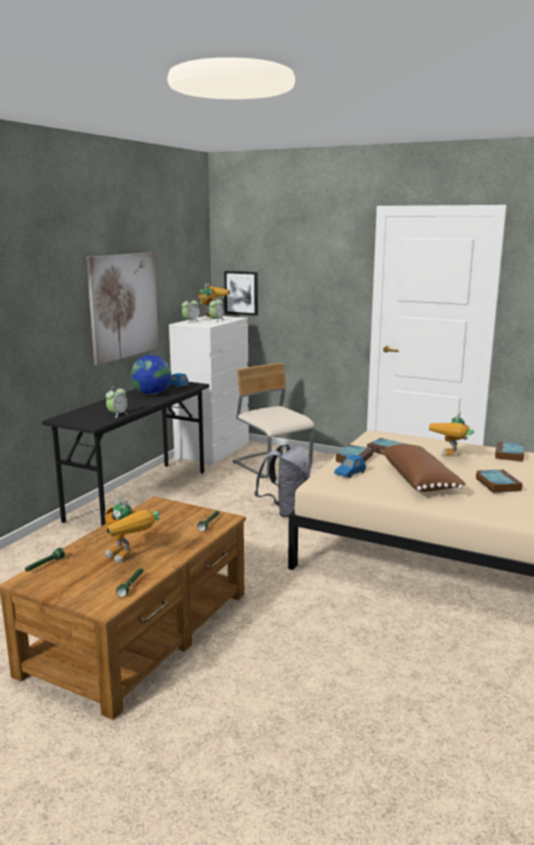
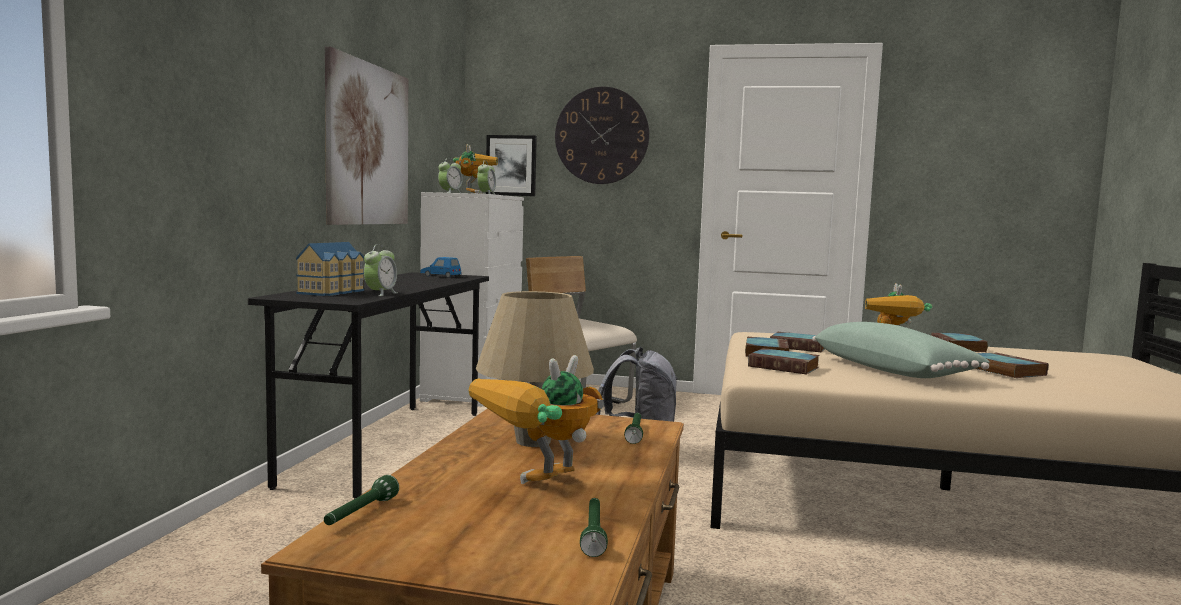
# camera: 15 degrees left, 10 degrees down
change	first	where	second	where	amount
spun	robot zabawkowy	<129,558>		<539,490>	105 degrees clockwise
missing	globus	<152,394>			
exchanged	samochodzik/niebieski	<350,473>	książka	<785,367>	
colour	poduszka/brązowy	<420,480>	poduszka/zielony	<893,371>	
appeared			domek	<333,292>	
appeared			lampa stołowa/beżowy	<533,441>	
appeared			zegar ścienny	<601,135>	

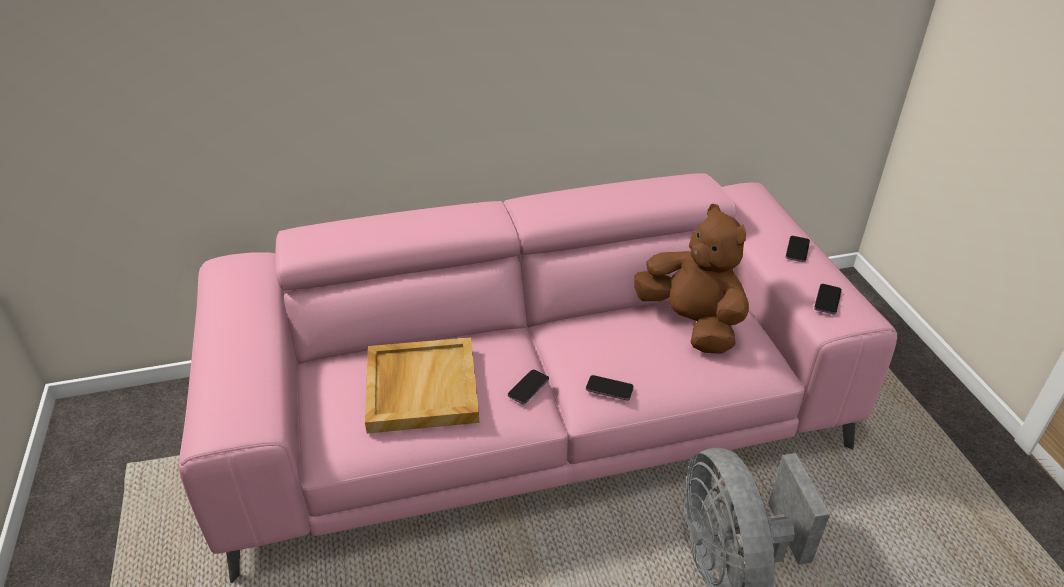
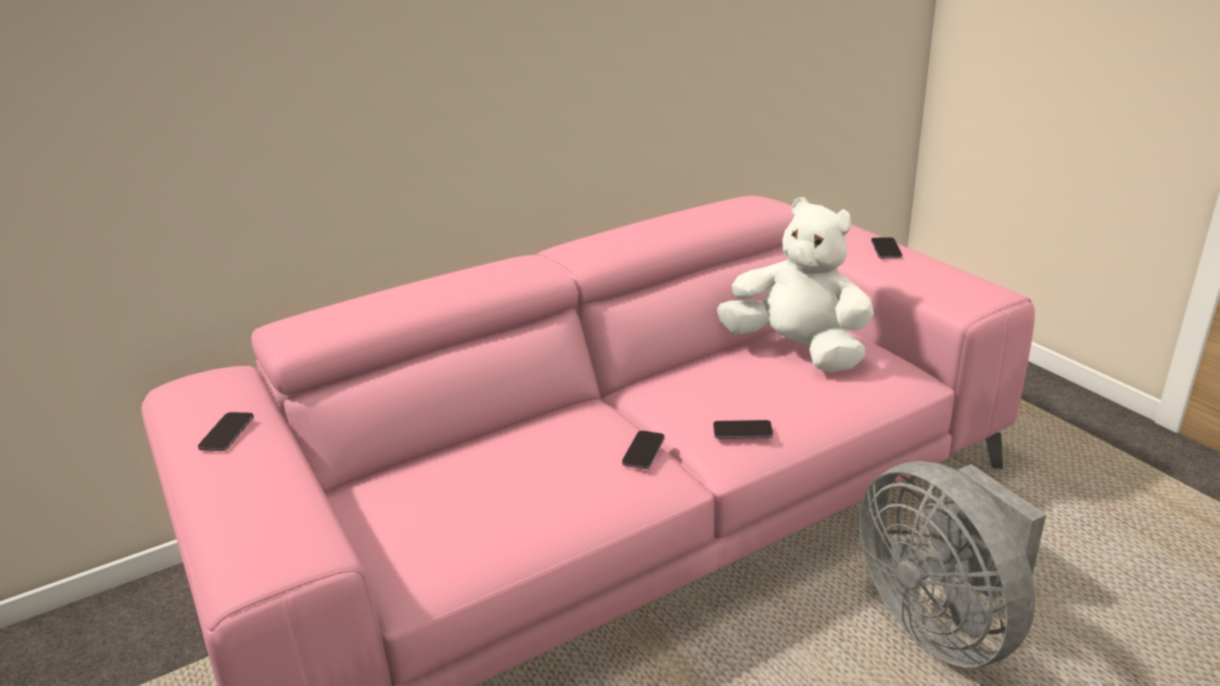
# camera: 15 degrees left, 10 degrees down
change	first	where	second	where	amount
missing	taca/beżowy	<421,387>			
colour	pluszak/brązowy	<691,323>	pluszak/biały	<797,350>	
relocated	telefon	<827,300>		<227,433>	

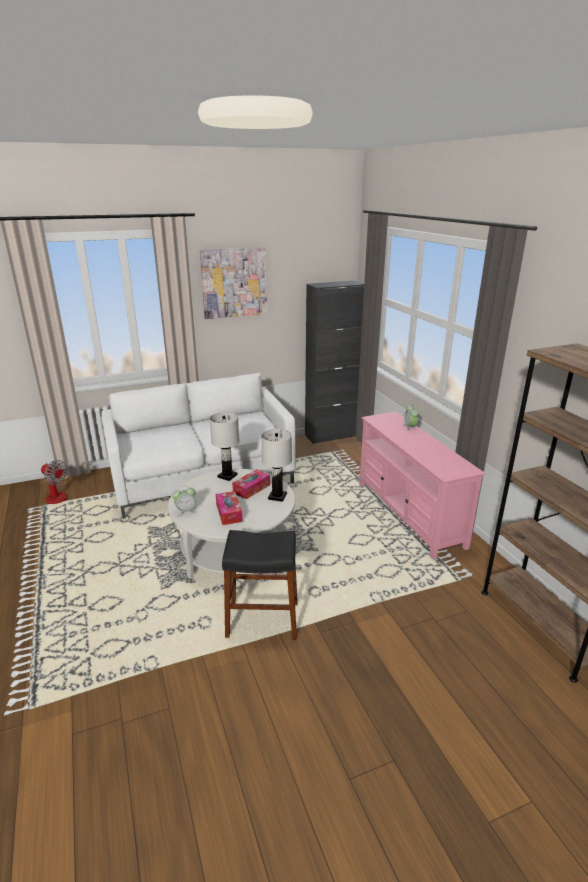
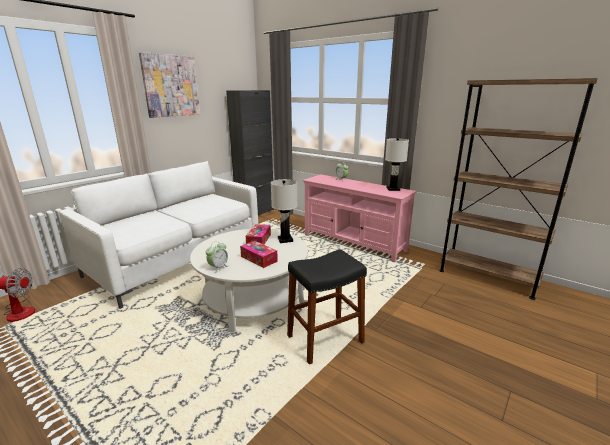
# camera: 30 degrees left, 5 degrees down
change	first	where	second	where	amount
relocated	lampa stołowa/biały	<227,476>		<392,189>	

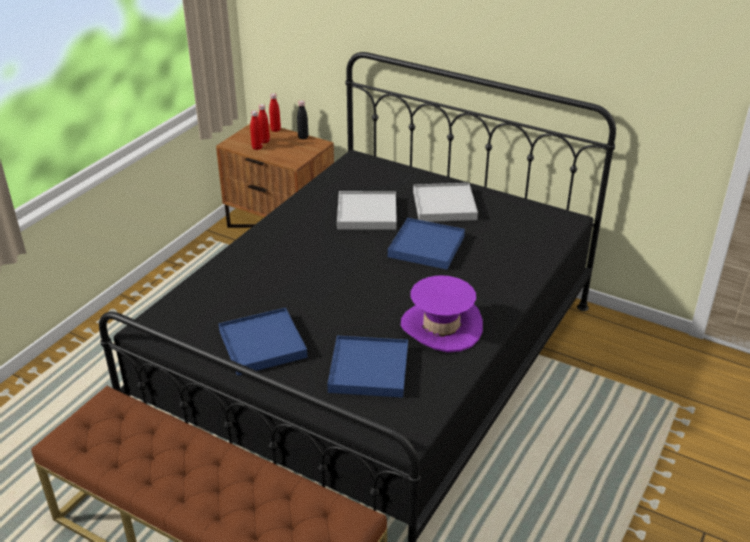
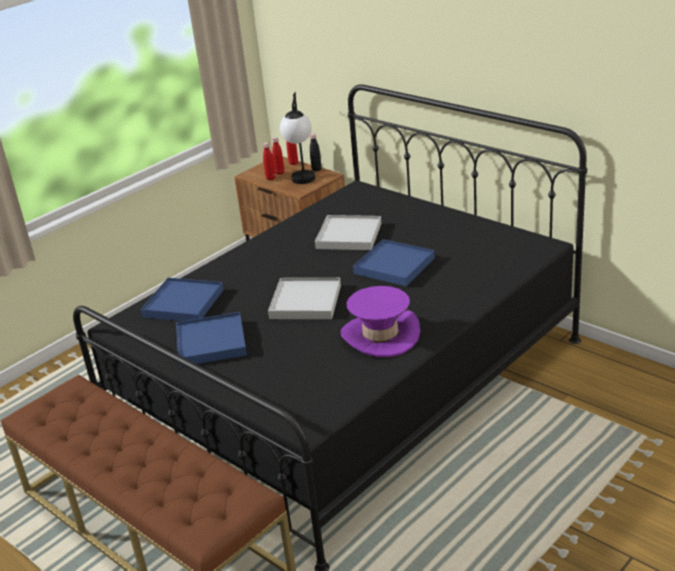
# camera: 15 degrees right, 5 degrees down
change	first	where	second	where	amount
relocated	taca/niebieski	<369,369>		<183,303>	
relocated	taca/biały	<444,205>		<306,302>	
appeared			lampa stołowa	<303,183>	

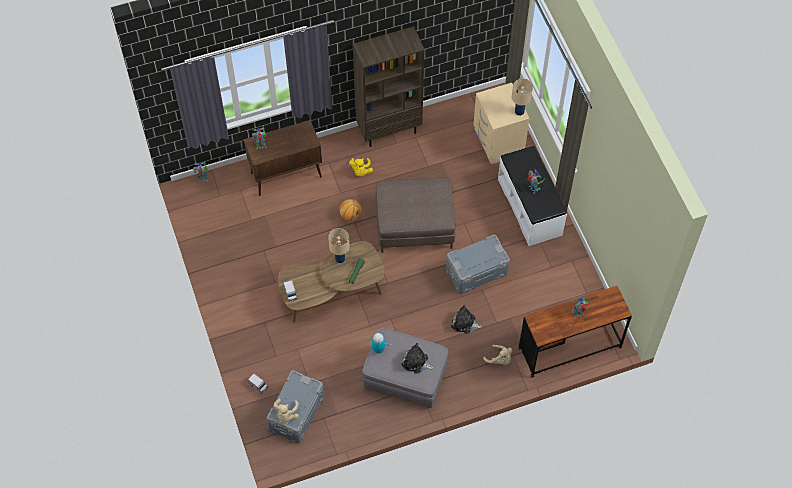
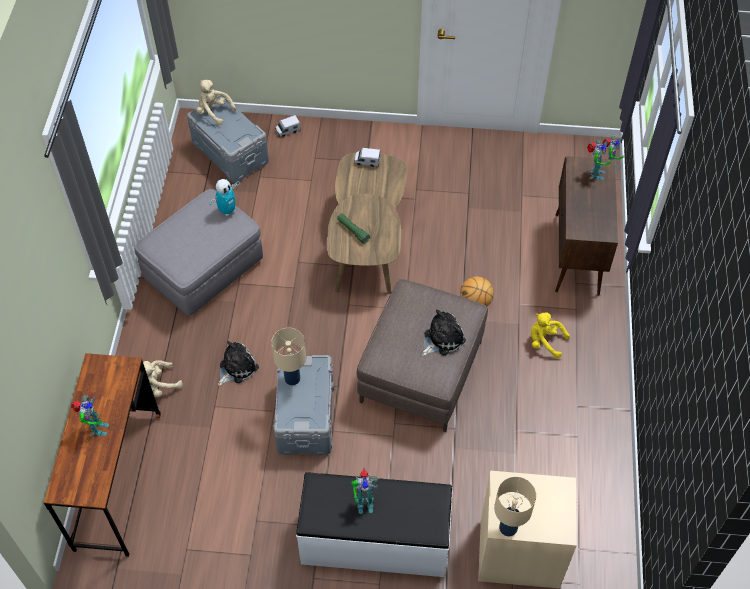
# camera: 115 degrees right, 5 degrees down
change	first	where	second	where	amount
relocated	lampa stołowa/beżowy	<339,259>		<292,378>	
missing	regał/brązowy	<389,130>			
relocated	pluszak	<416,362>		<442,338>	

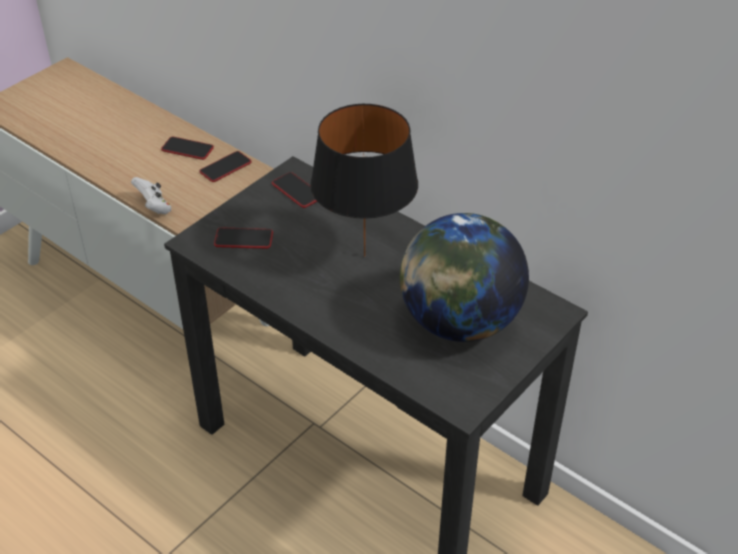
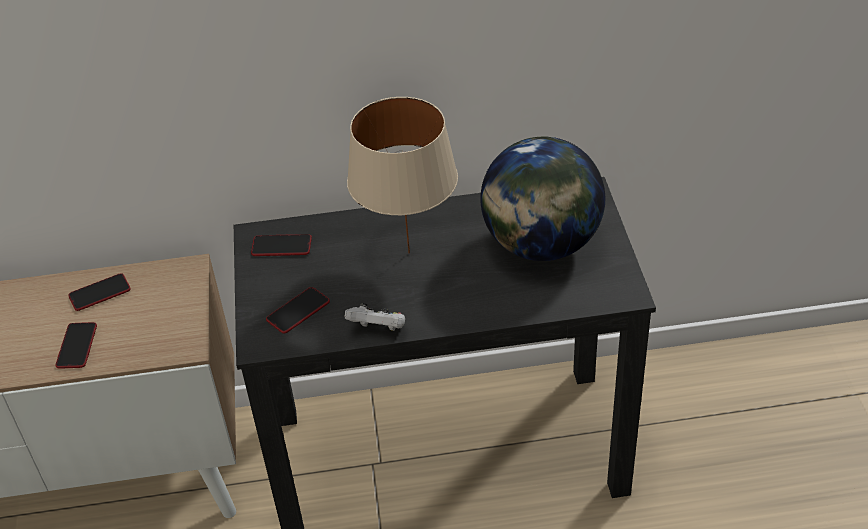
# camera: 45 degrees left, 0 degrees up
change	first	where	second	where	amount
relocated	pad do gier/biały	<154,207>		<378,329>	
relocated	telefon	<225,167>		<77,346>	
colour	lampa stołowa/czarny	<363,255>	lampa stołowa/beżowy	<407,253>	

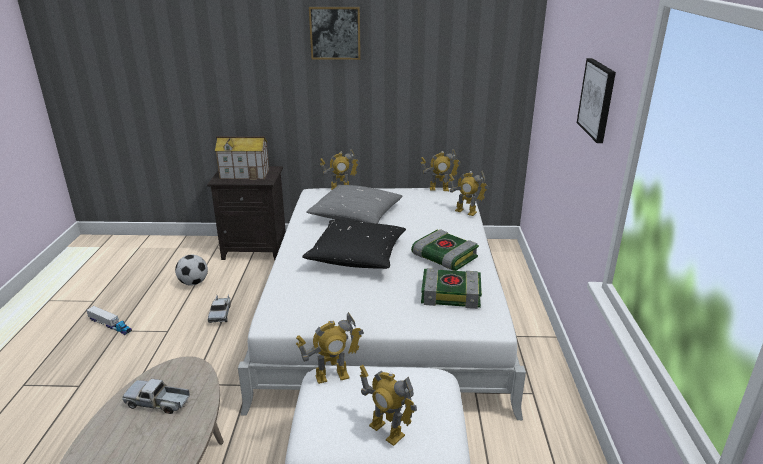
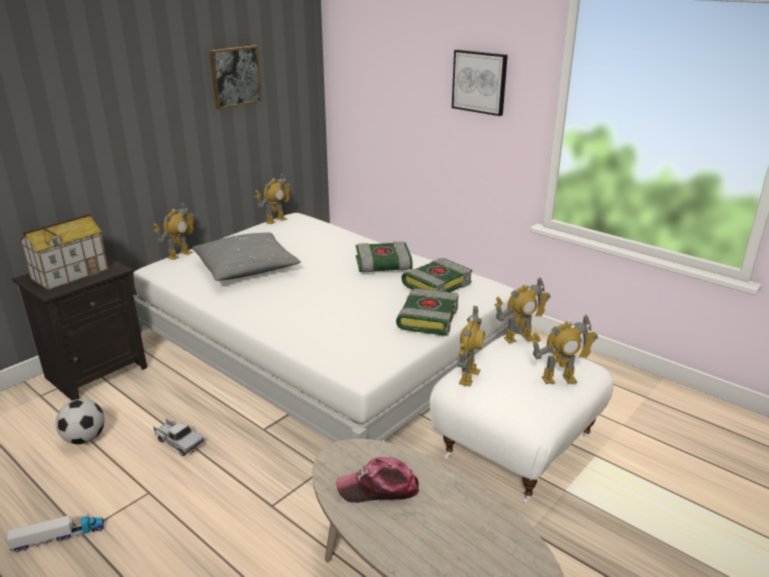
# camera: 50 degrees left, 0 degrees up
change	first	where	second	where	amount
exchanged	ciężarówka zabawkowa	<158,402>	czapka z daszkiem	<378,488>	
missing	poduszka/czarny	<357,255>			
relocated	obraz	<335,33>		<235,76>	
relocated	robot zabawkowy	<465,211>		<519,338>	
appeared			książka	<427,318>	

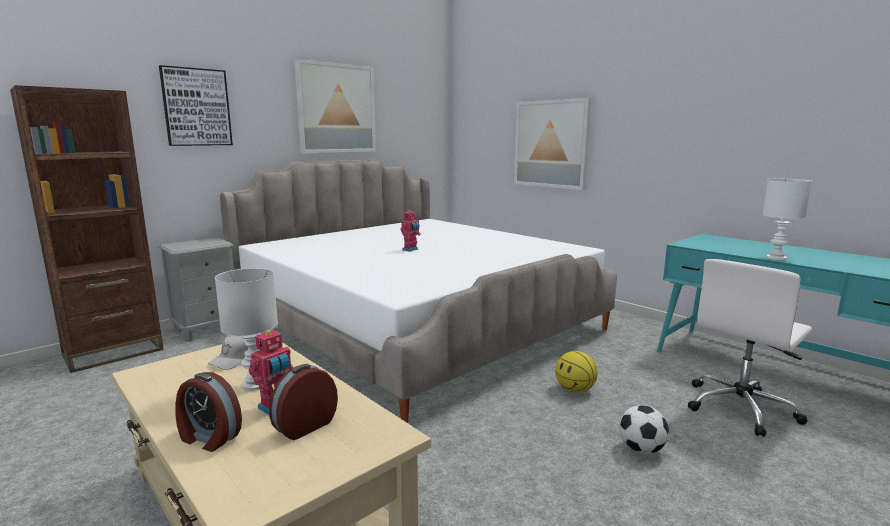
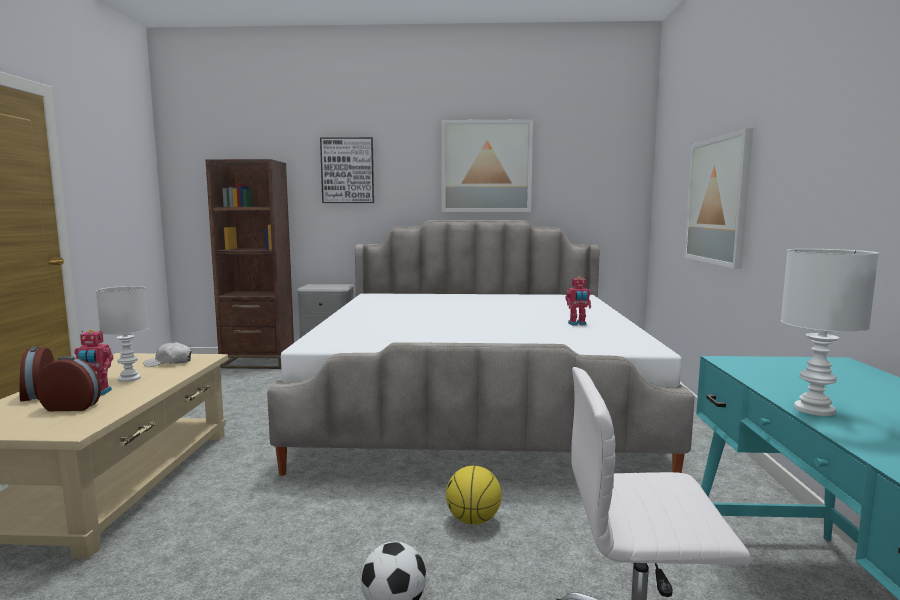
# camera: 45 degrees right, 5 degrees down
change	first	where	second	where	amount
relocated	robot zabawkowy	<411,250>		<577,324>	

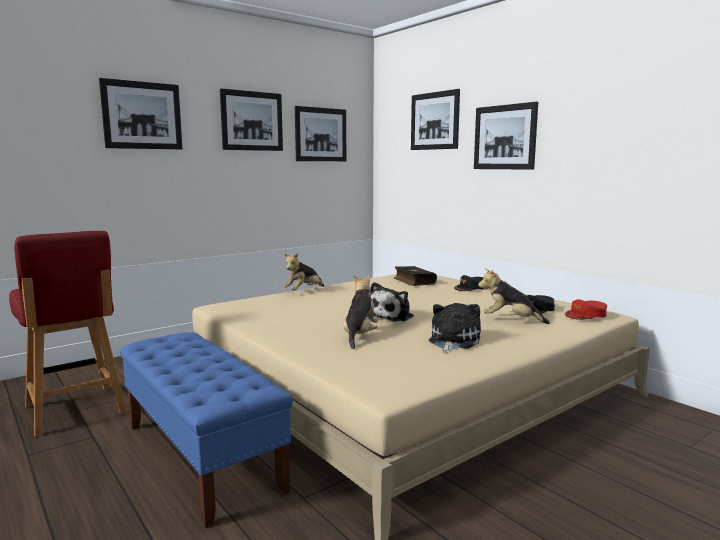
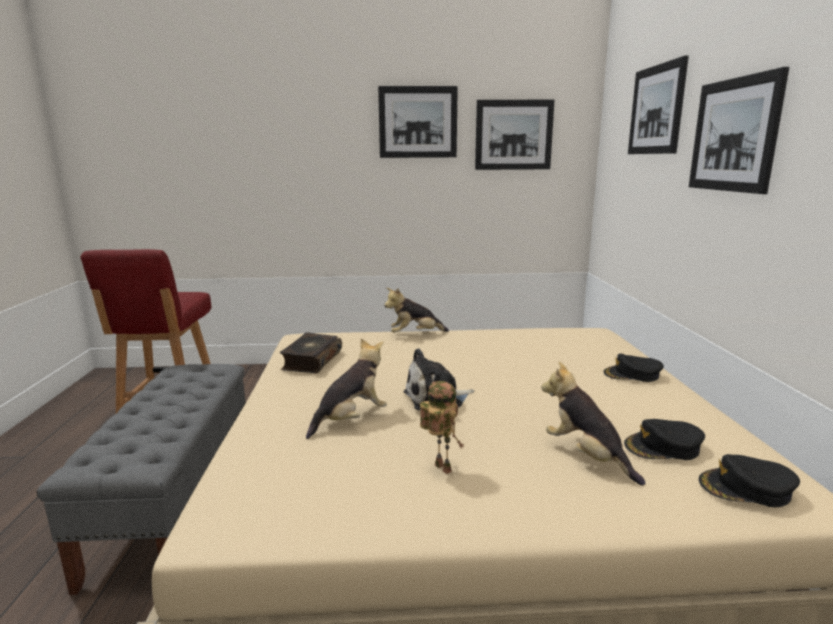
# camera: 35 degrees right, 5 degrees up
change	first	where	second	where	amount
missing	obraz	<142,115>			
colour	ławka/niebieski	<202,456>	ławka/szary	<177,503>	
relocated	książka	<413,281>		<311,361>	
exchanged	pluszak	<452,341>	robot zabawkowy	<440,468>	
colour	czapka z daszkiem/czerwony	<586,315>	czapka z daszkiem/czarny	<746,488>	

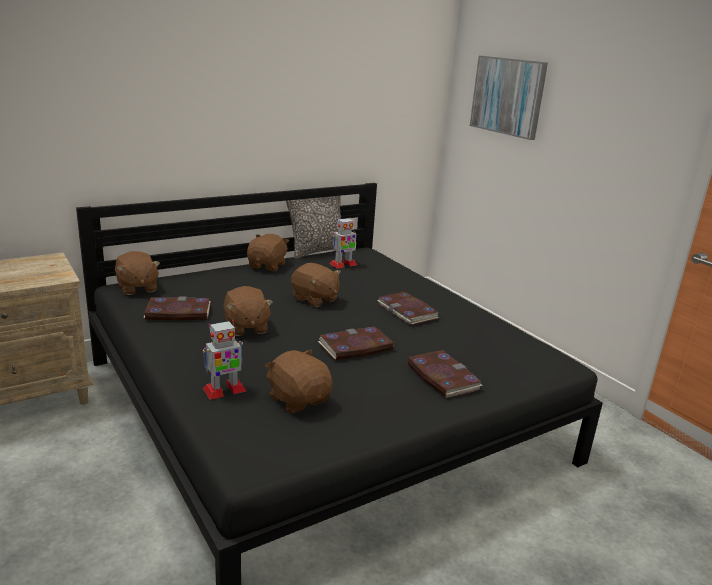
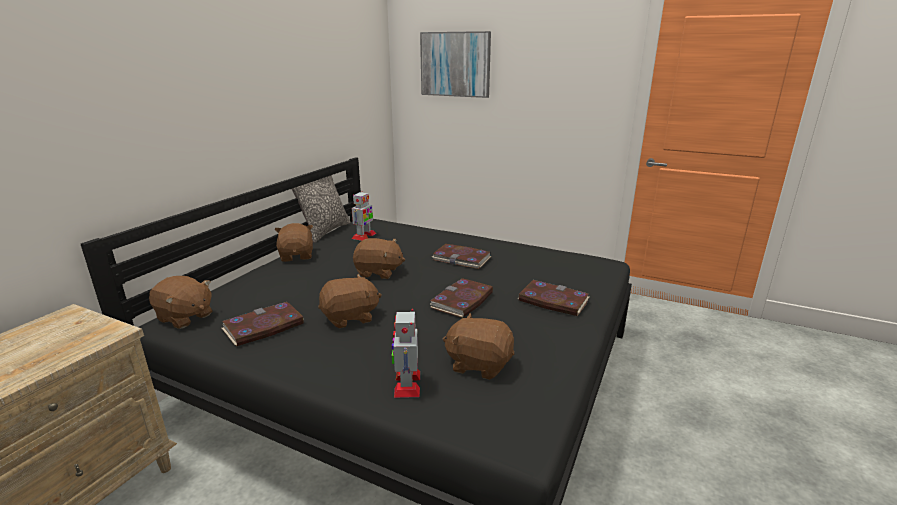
# camera: 30 degrees left, 0 degrees up
change	first	where	second	where	amount
spun	robot zabawkowy	<224,390>		<407,383>	150 degrees clockwise
spun	pluszak/brązowy	<246,327>		<350,317>	60 degrees counterclockwise

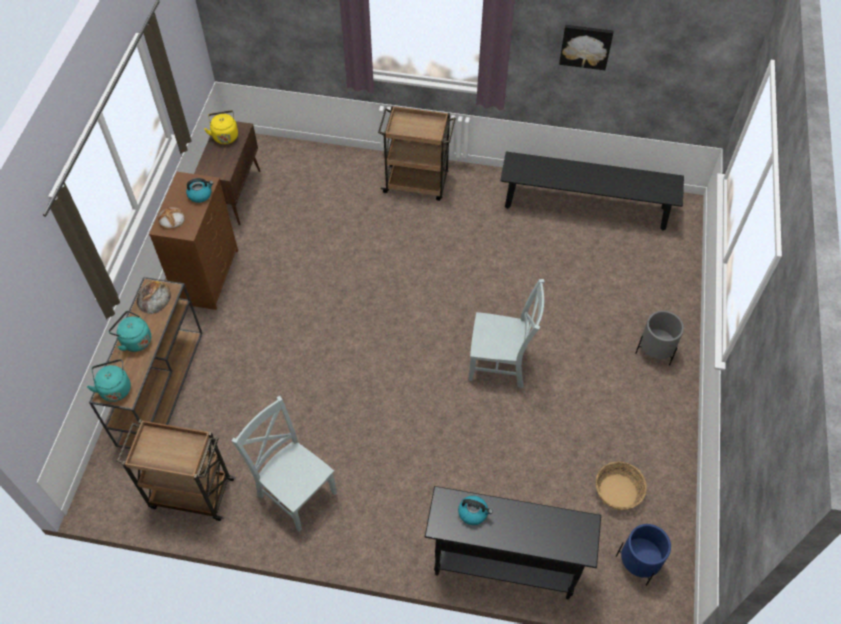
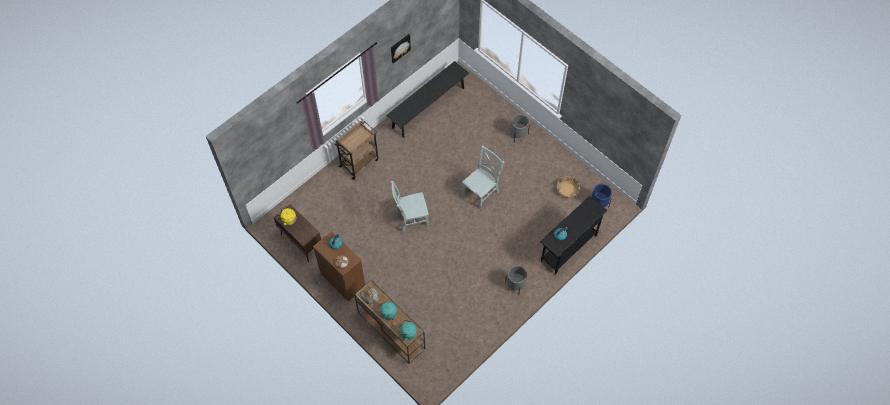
# camera: 55 degrees left, 5 degrees up
change	first	where	second	where	amount
missing	wózek/brązowy	<190,493>			
relocated	krzesło/szary	<295,491>		<410,218>	
appeared			donica/szary	<515,285>	

